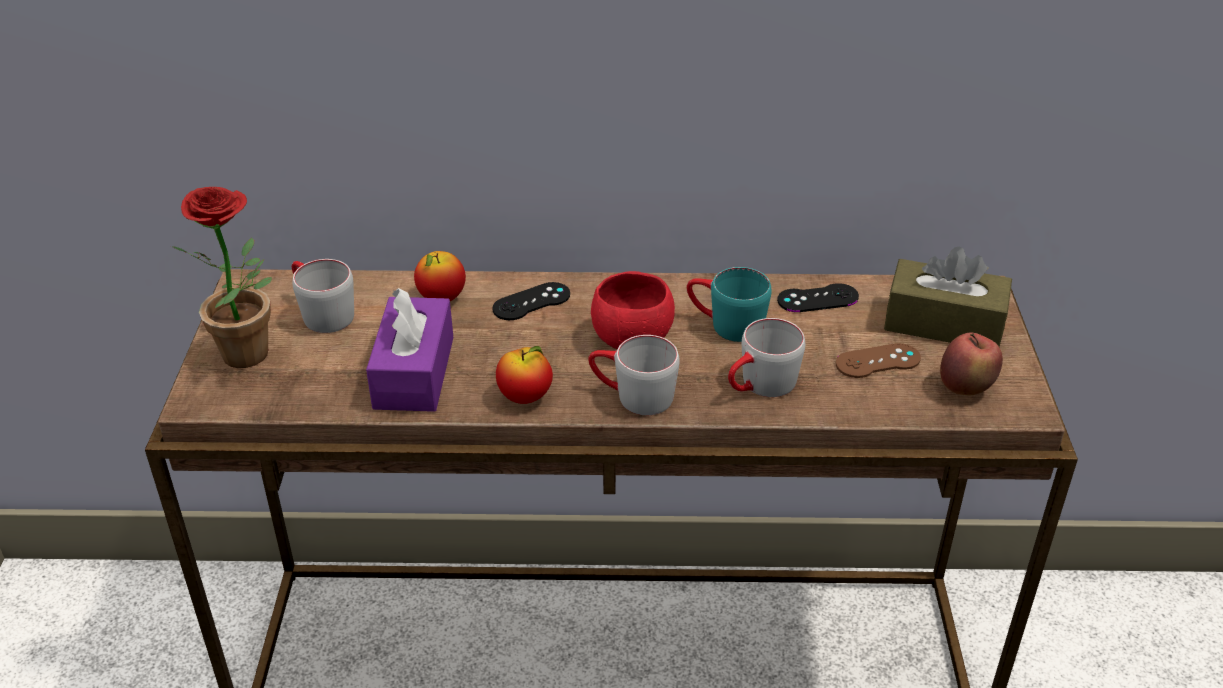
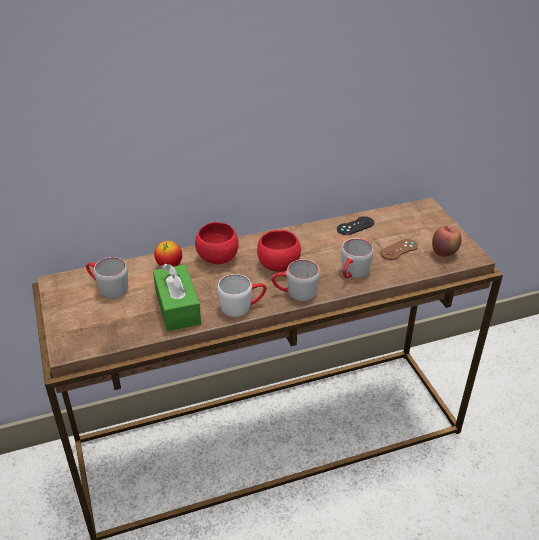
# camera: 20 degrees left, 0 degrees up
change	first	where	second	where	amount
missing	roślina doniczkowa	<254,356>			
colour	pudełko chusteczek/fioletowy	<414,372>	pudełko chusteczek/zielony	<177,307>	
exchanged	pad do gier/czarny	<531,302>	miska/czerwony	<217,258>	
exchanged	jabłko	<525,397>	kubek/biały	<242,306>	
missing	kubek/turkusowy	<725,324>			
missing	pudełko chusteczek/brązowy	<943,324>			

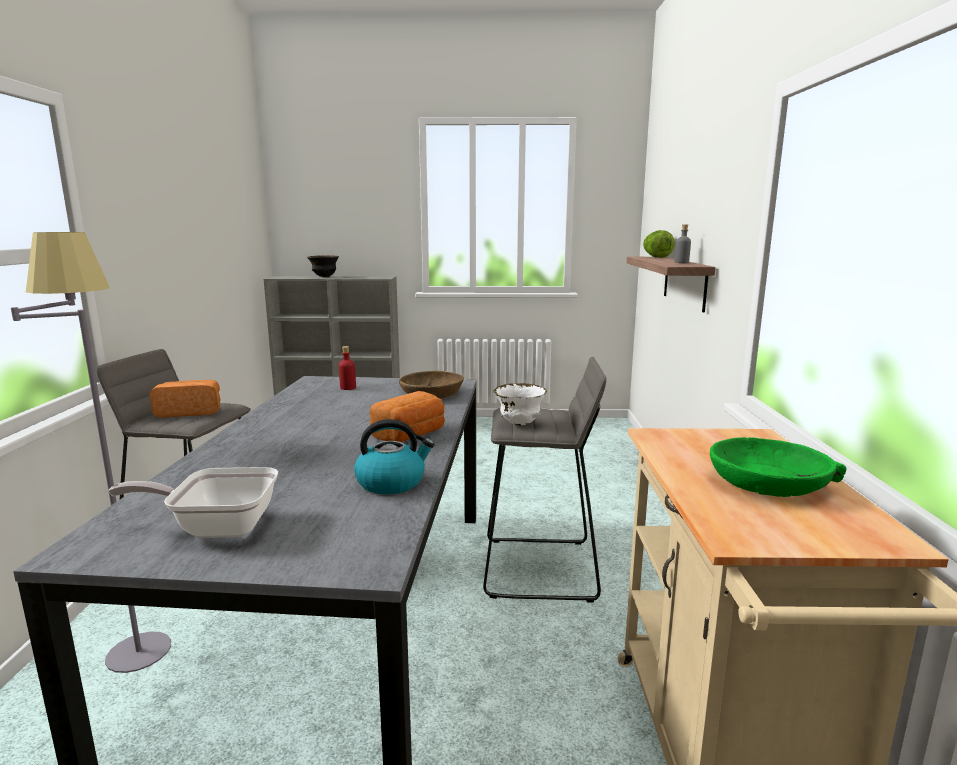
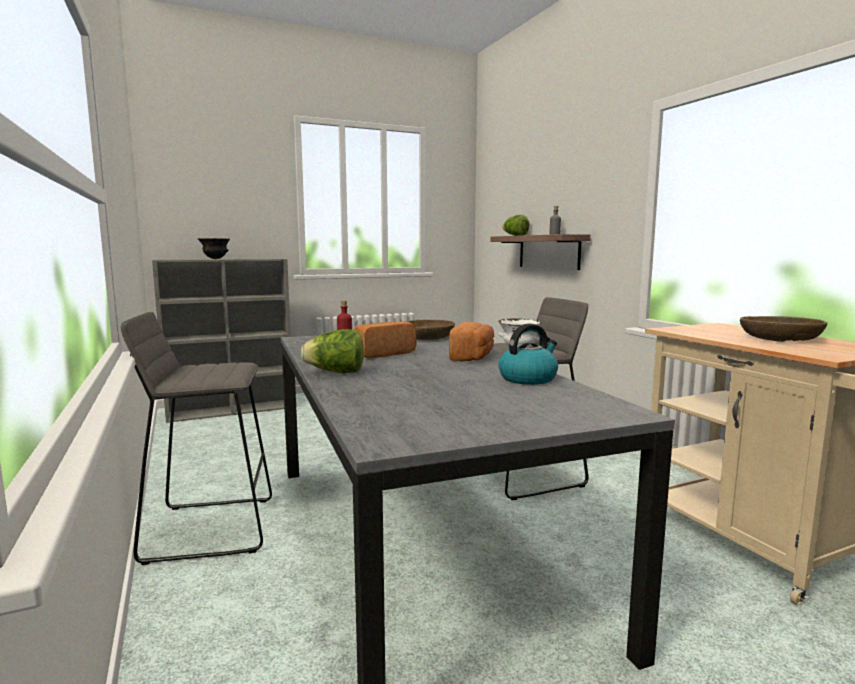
# camera: 25 degrees left, 5 degrees down
change	first	where	second	where	amount
missing	lampa stojąca/szary	<130,639>			
missing	patelnia	<217,527>			
relocated	chleb	<190,411>		<382,353>	
colour	miska/zielony	<768,482>	miska/brązowy	<780,338>	
appeared			sałata	<336,372>	

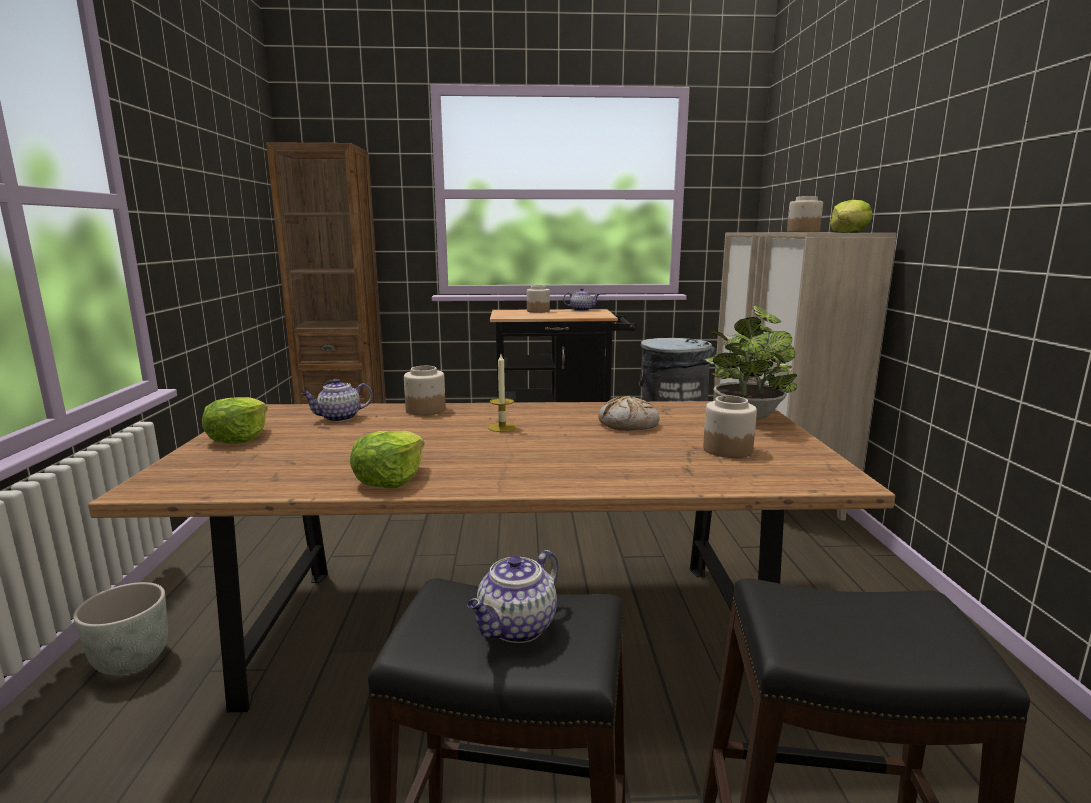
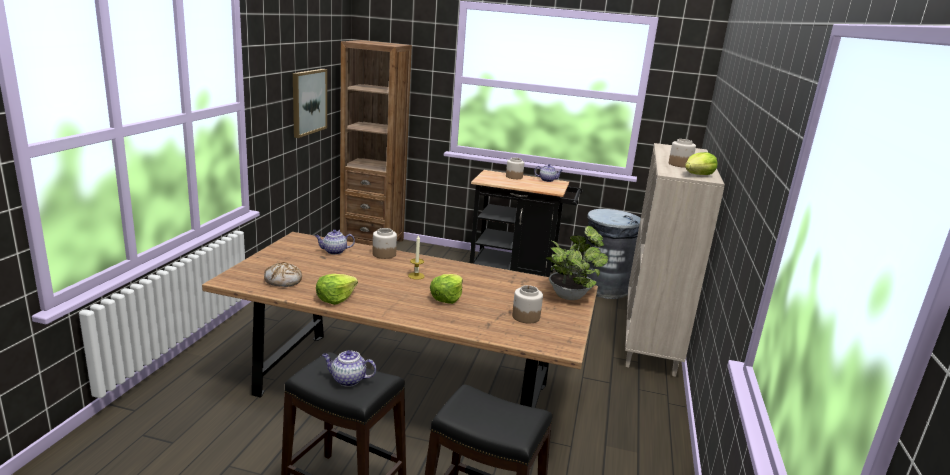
# camera: 15 degrees right, 5 degrees up
change	first	where	second	where	amount
missing	donica/szary	<133,661>			
relocated	sałata	<239,438>		<446,298>	
spun	imbryk	<516,628>		<347,380>	45 degrees clockwise
relocated	chleb	<628,424>		<283,281>	
appeared			obraz	<308,102>	

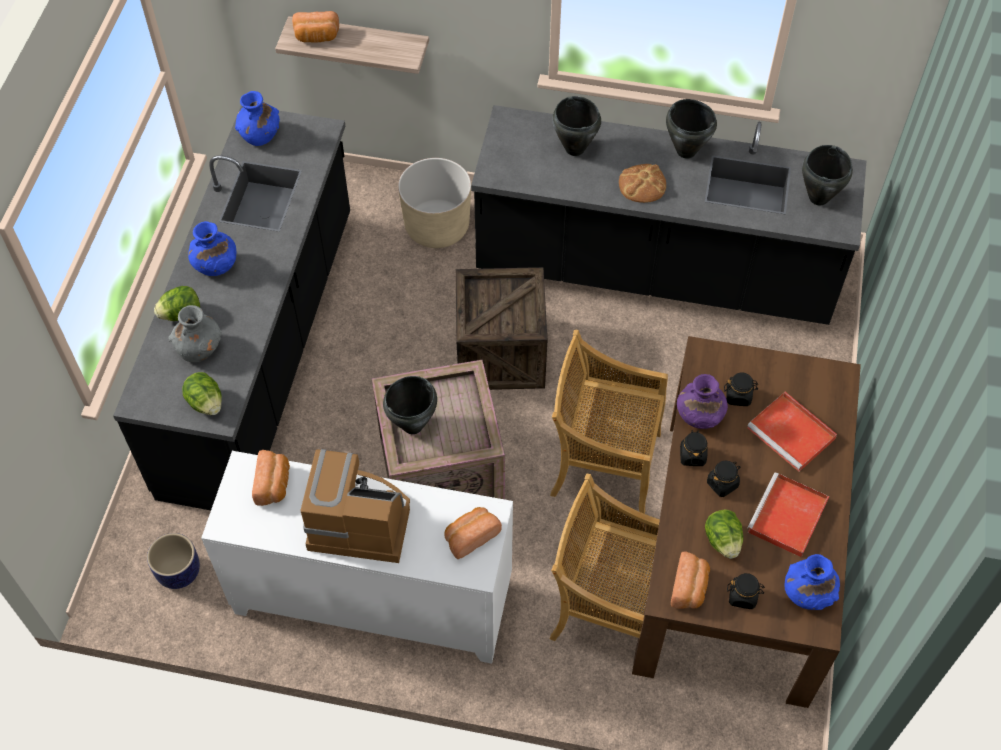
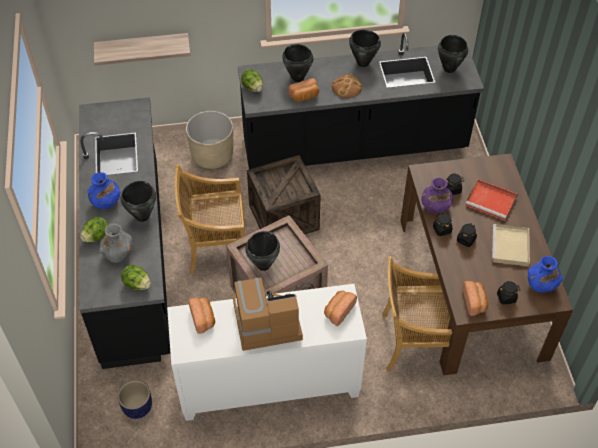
# camera: 20 degrees left, 5 degrees down
change	first	where	second	where	amount
missing	wazon/niebieski	<260,136>			
relocated	chleb	<317,37>		<304,96>	
relocated	krzesło/beżowy	<603,463>		<216,247>	
relocated	sałata	<722,540>		<252,88>	
colour	taca/czerwony	<787,518>	taca/beżowy	<510,247>	
appeared			garnek/czarny	<142,216>	

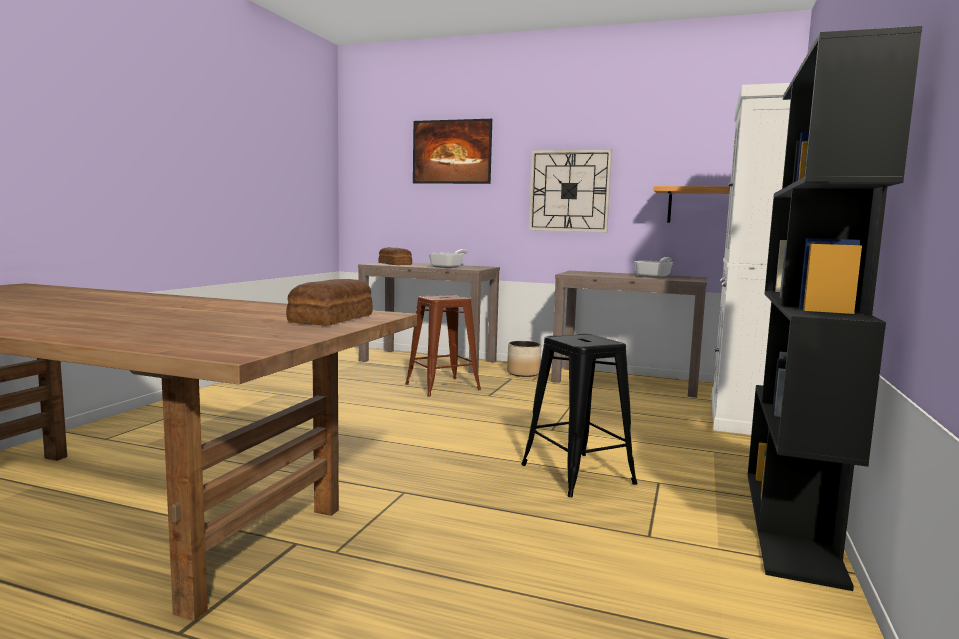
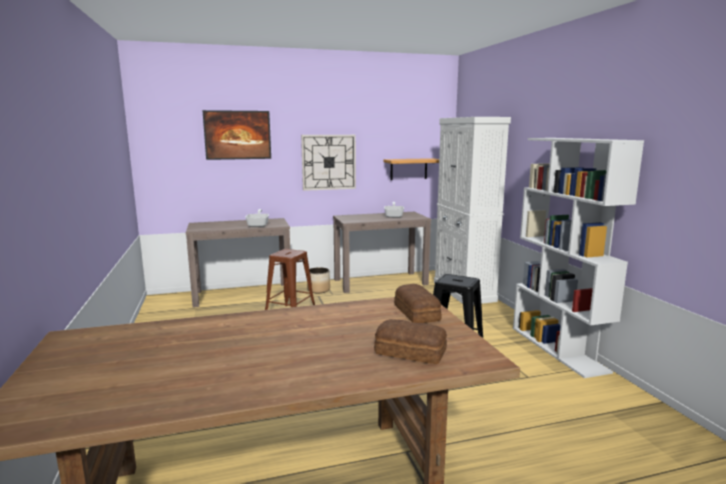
# camera: 35 degrees left, 5 degrees up
change	first	where	second	where	amount
relocated	chleb	<394,264>		<411,352>	
colour	regał/czarny	<792,523>	regał/biały	<558,349>	

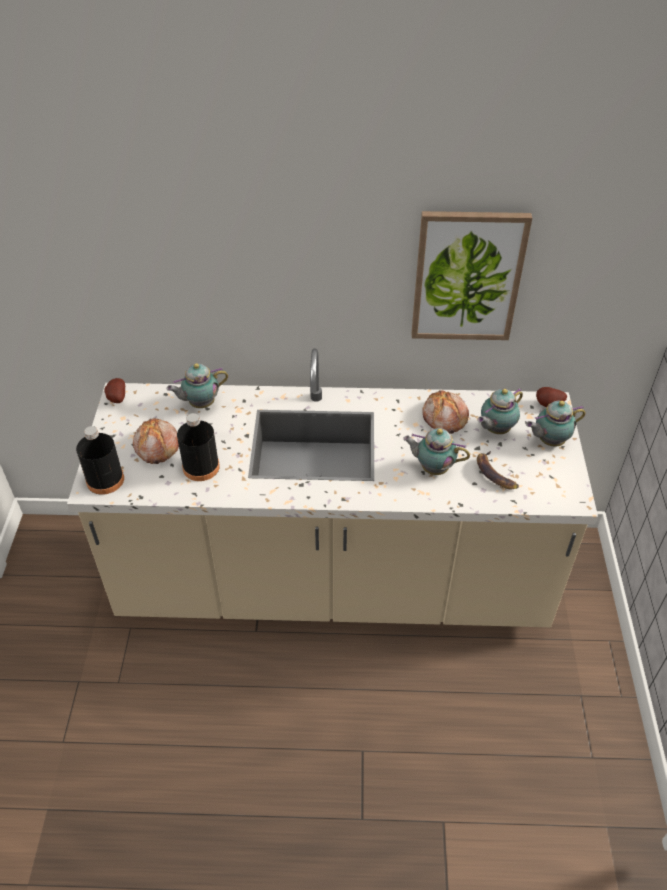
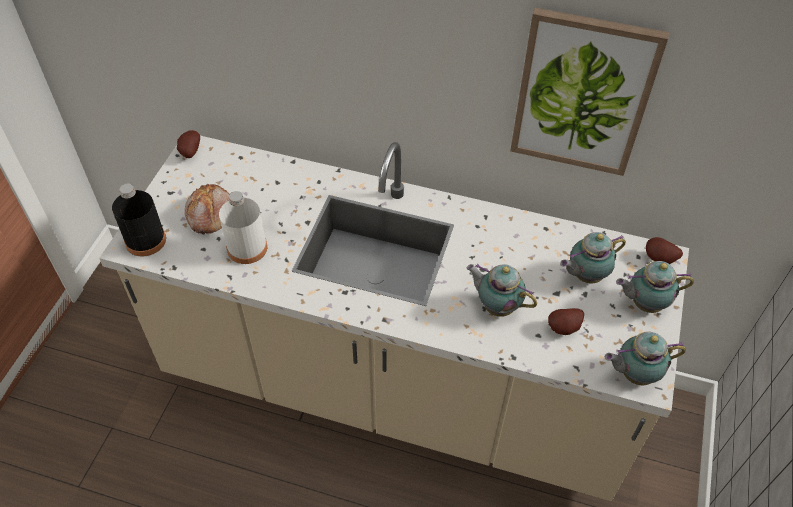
# camera: 15 degrees right, 5 degrees up
change	first	where	second	where	amount
relocated	imbryk	<200,404>		<634,374>	
colour	butelka/czarny	<201,467>	butelka/biały	<247,248>	
missing	chleb	<443,418>			
exchanged	banan	<494,474>	ziemniak	<564,329>	

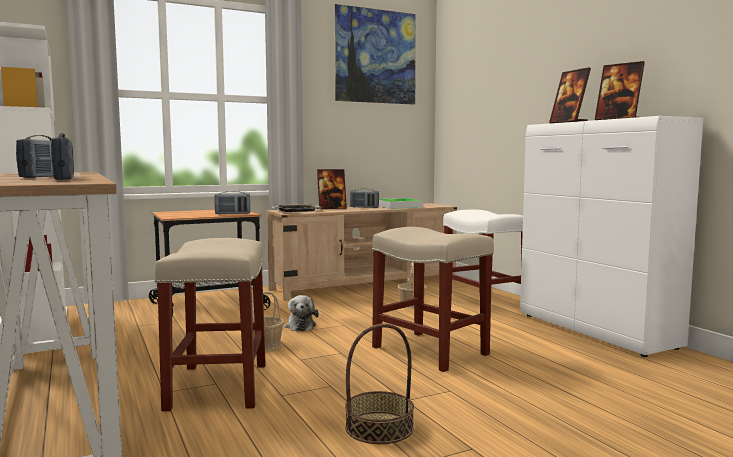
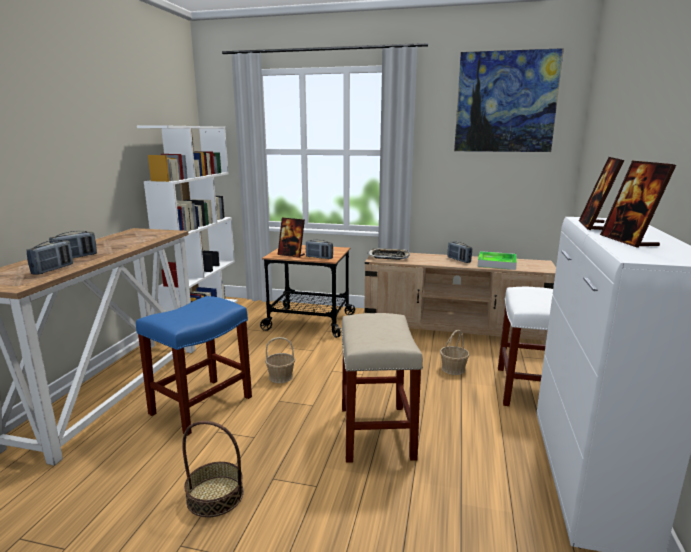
# camera: 40 degrees right, 10 degrees up
change	first	where	second	where	amount
colour	stołek/beżowy	<218,385>	stołek/niebieski	<202,404>	
missing	pluszak	<300,326>			
relocated	ramka na zdjęcie	<331,208>		<291,255>	

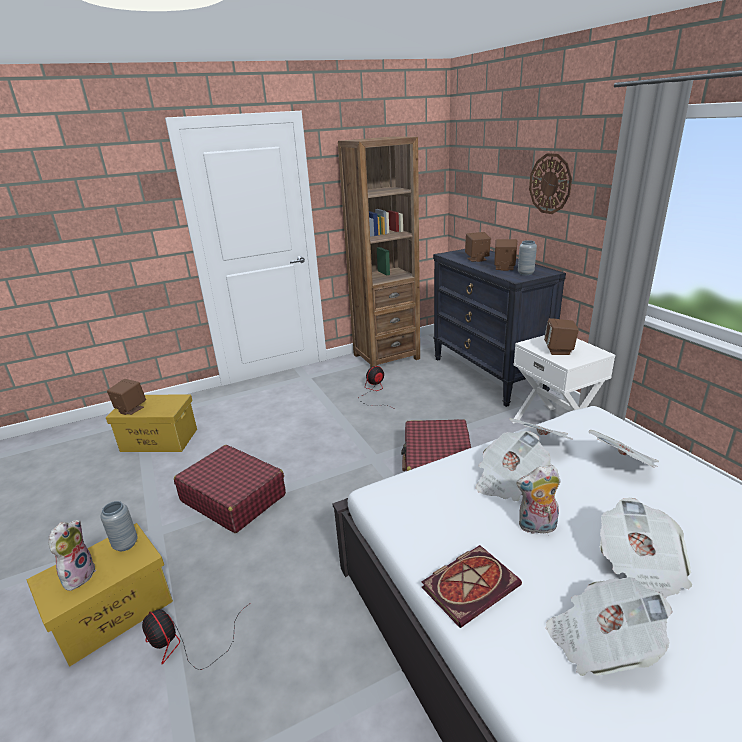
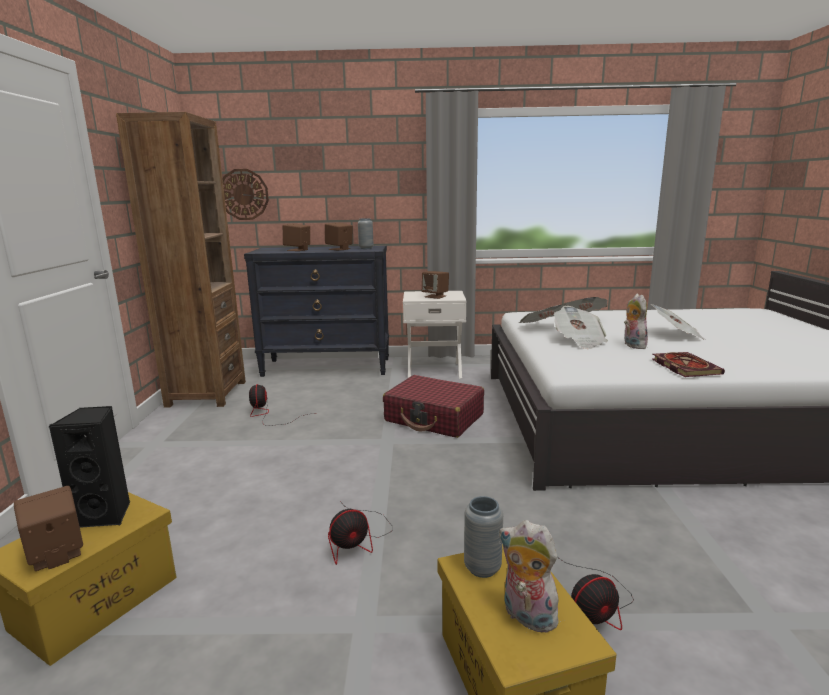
# camera: 65 degrees left, 10 degrees down
change	first	where	second	where	amount
exchanged	walizka/czerwony	<233,498>	wentylator	<357,540>	
spun	pluszak	<536,527>		<632,345>	150 degrees clockwise
relocated	zegar ścienny	<550,184>		<243,194>	
missing	gazeta	<601,642>			
appeared			głośnik/czarny	<106,515>	

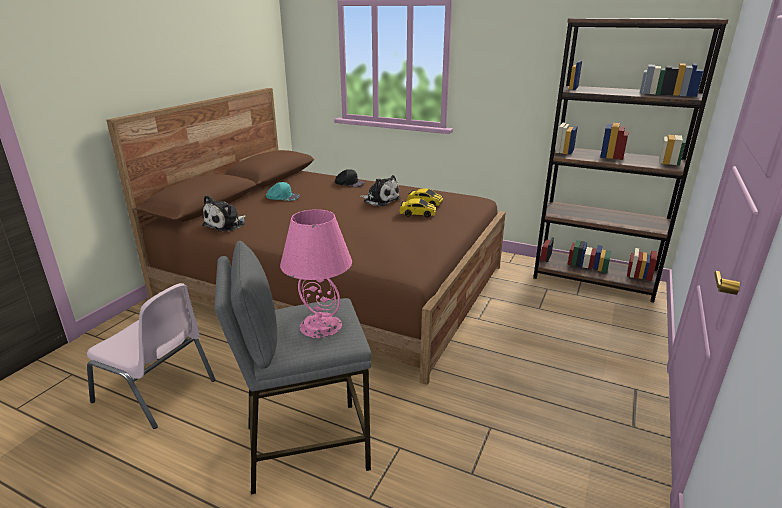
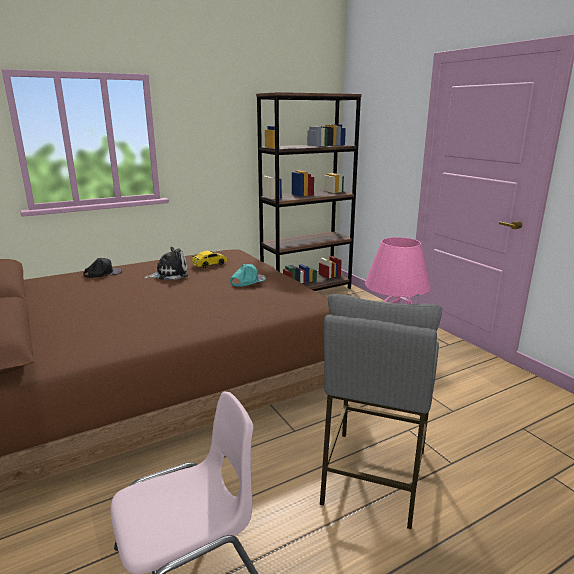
# camera: 55 degrees left, 5 degrees down
change	first	where	second	where	amount
missing	pluszak	<226,224>			
relocated	czapka z daszkiem/turkusowy	<283,197>		<247,281>	
missing	samochodzik	<417,214>			

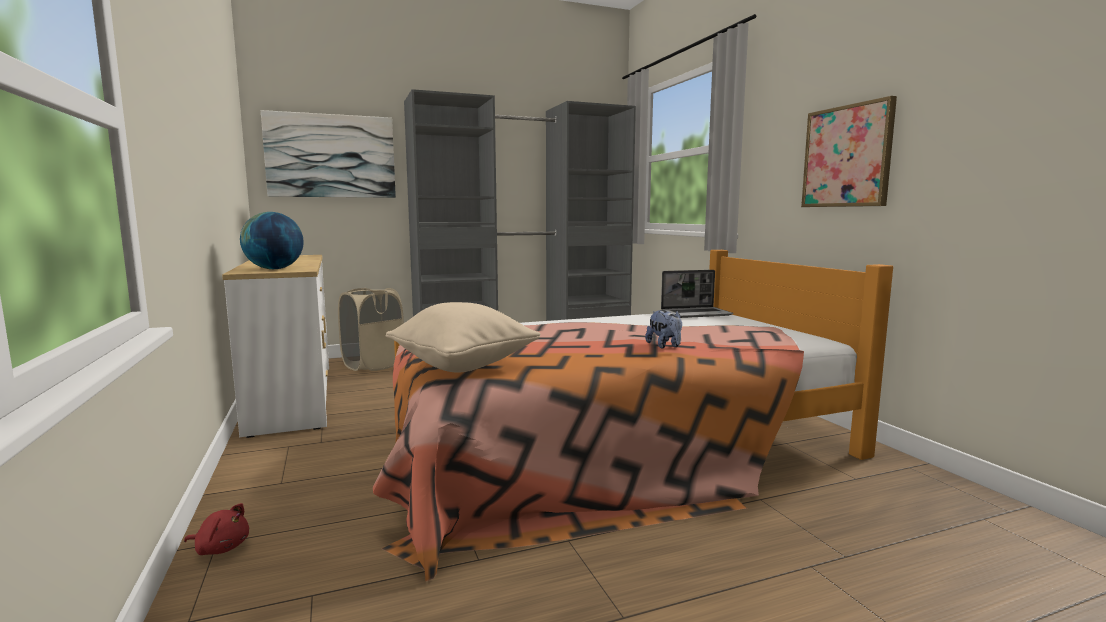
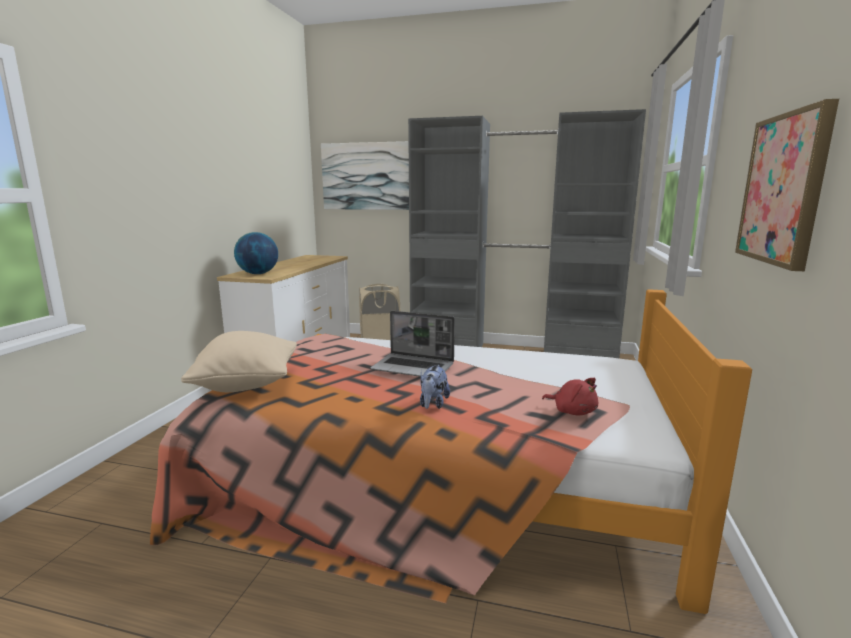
# camera: 35 degrees right, 5 degrees up
change	first	where	second	where	amount
relocated	pluszak/czerwony	<221,548>		<572,411>	
relocated	laptop	<696,314>		<414,367>	

